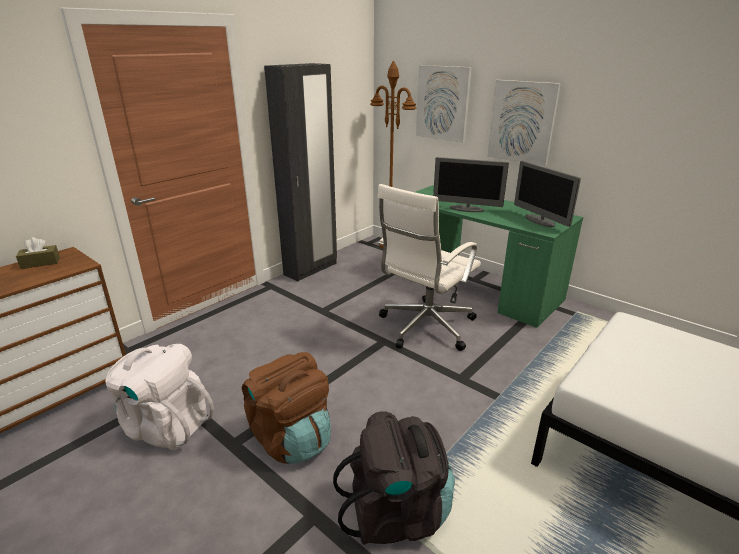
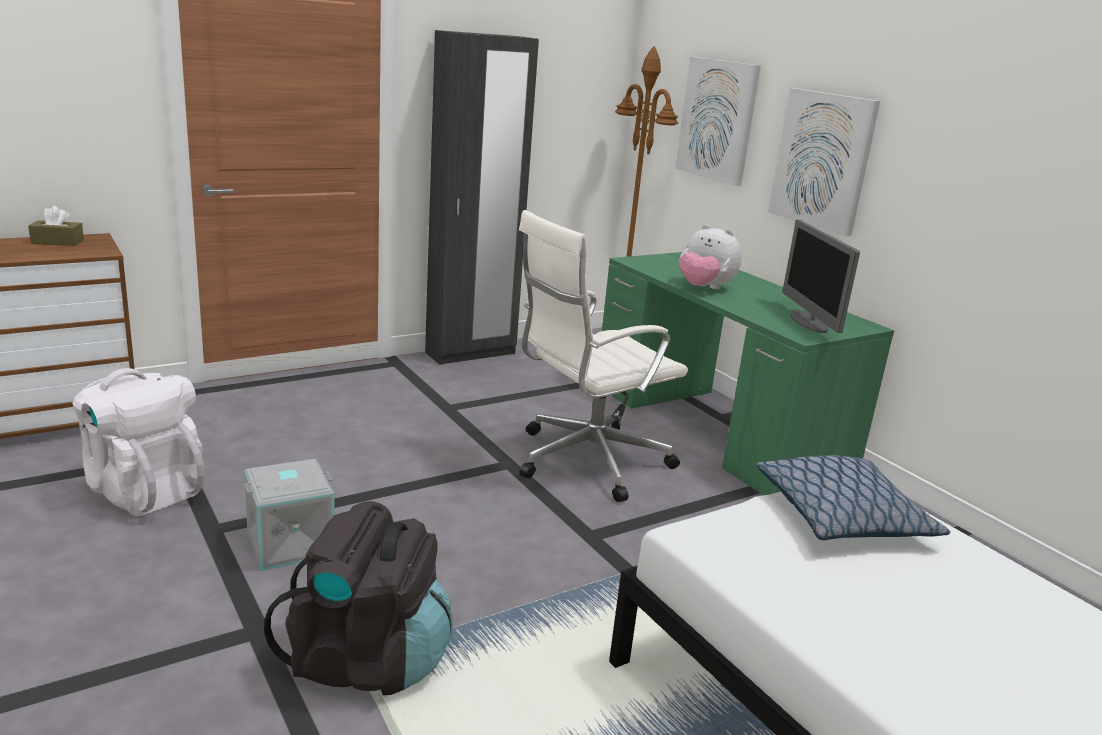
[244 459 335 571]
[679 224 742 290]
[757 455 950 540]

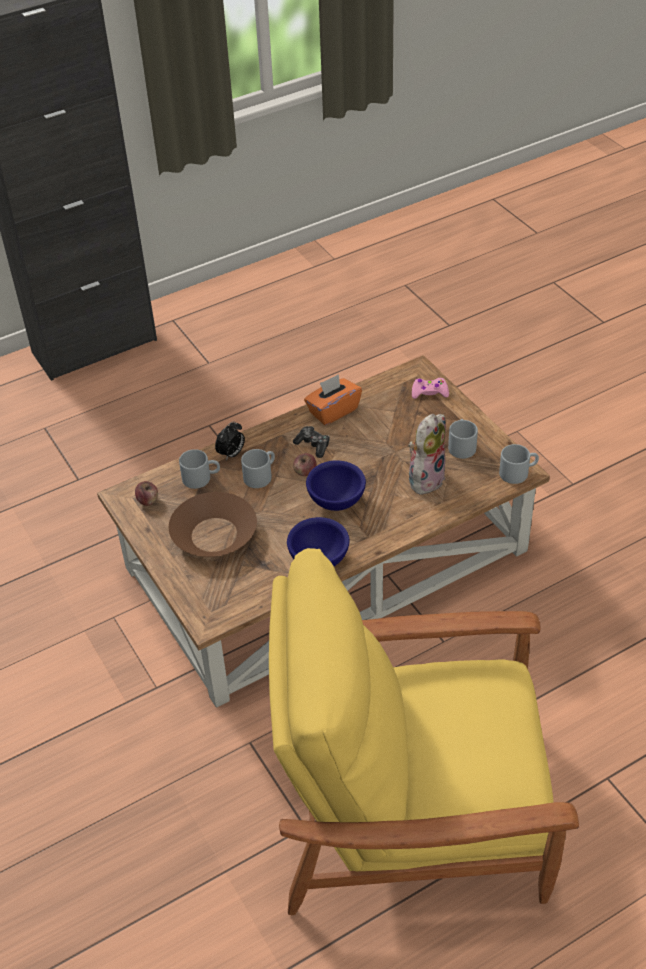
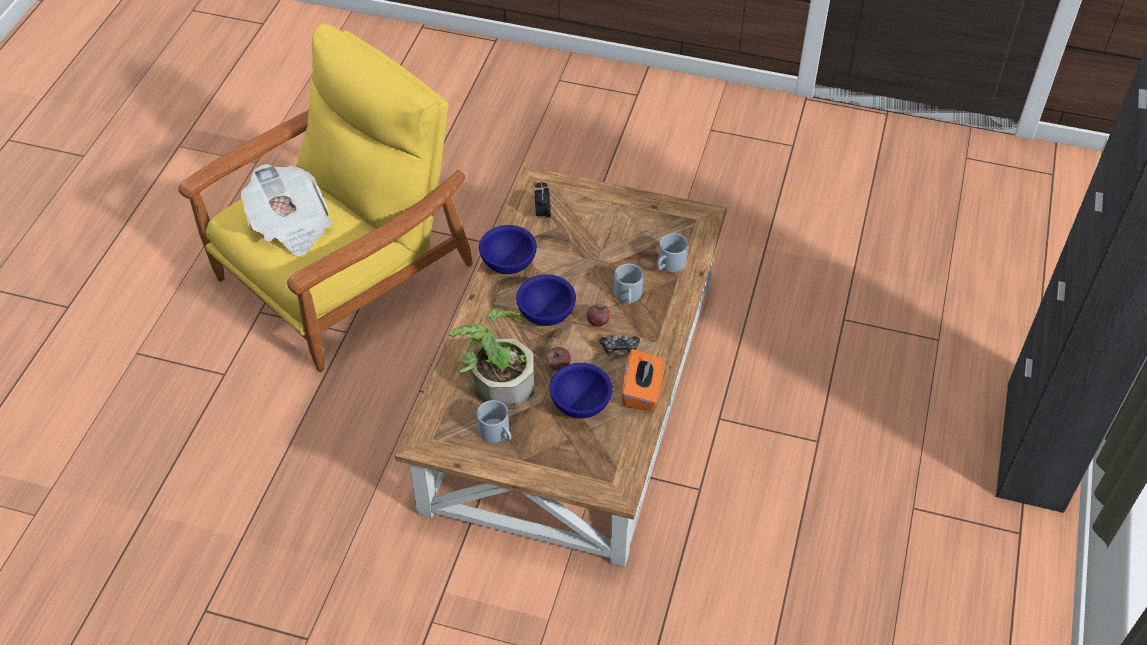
[241 164 333 256]
[450 309 534 409]
[535 181 551 221]
[546 347 571 371]
[550 363 613 419]
[169 492 257 557] (first image)
[412 378 449 399] (first image)
[499 444 539 484] (first image)

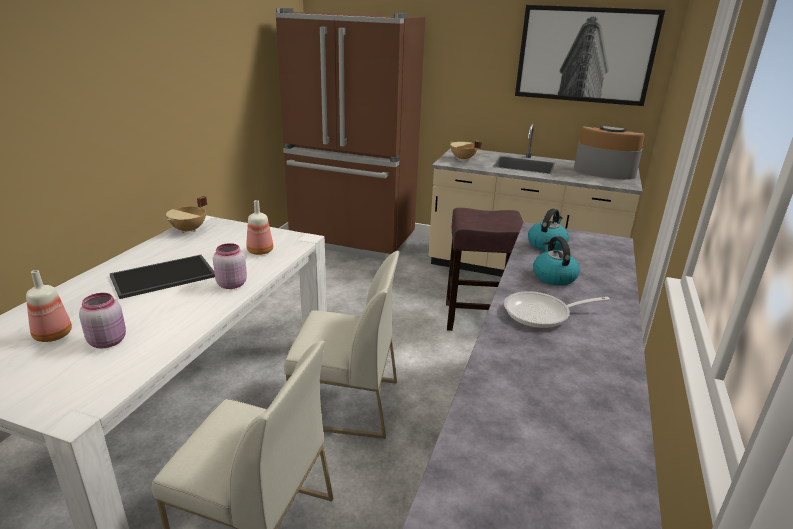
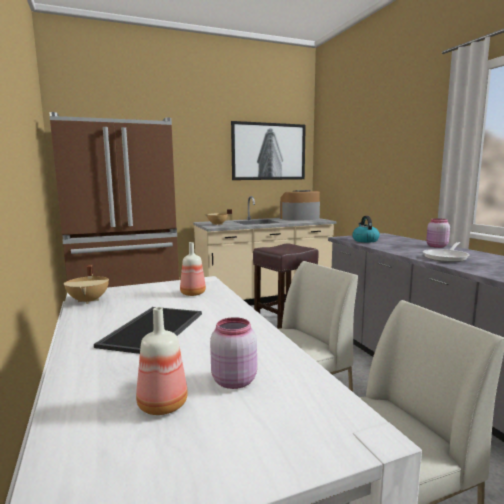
[426 218 450 248]
[533 236 580 286] (first image)

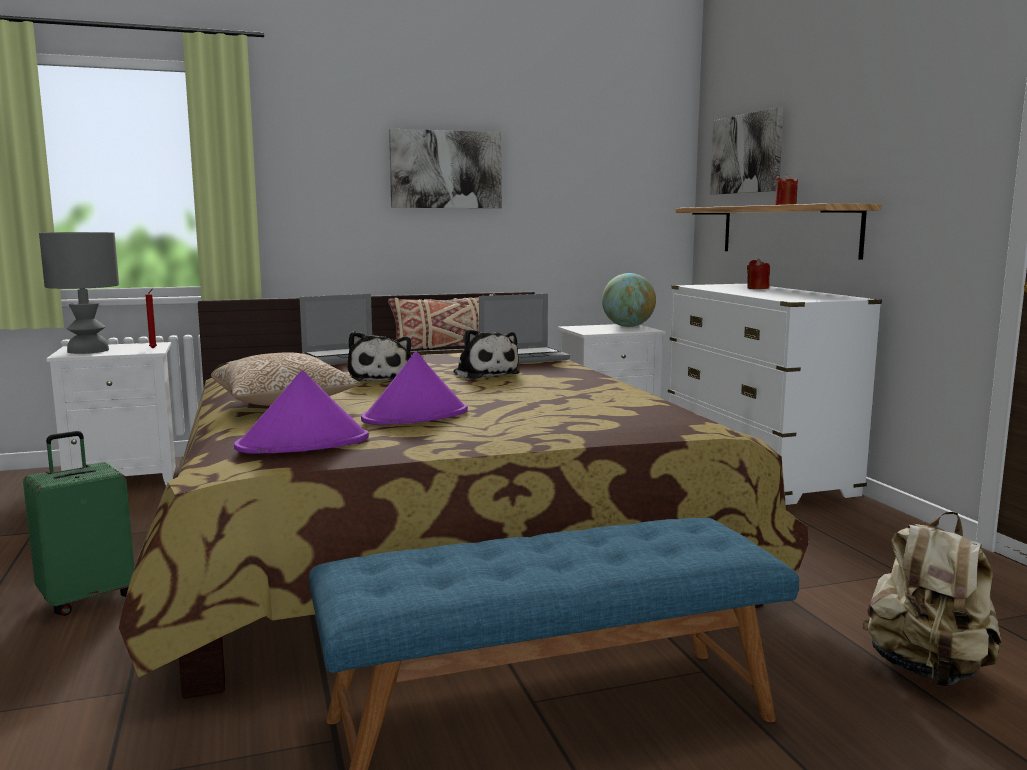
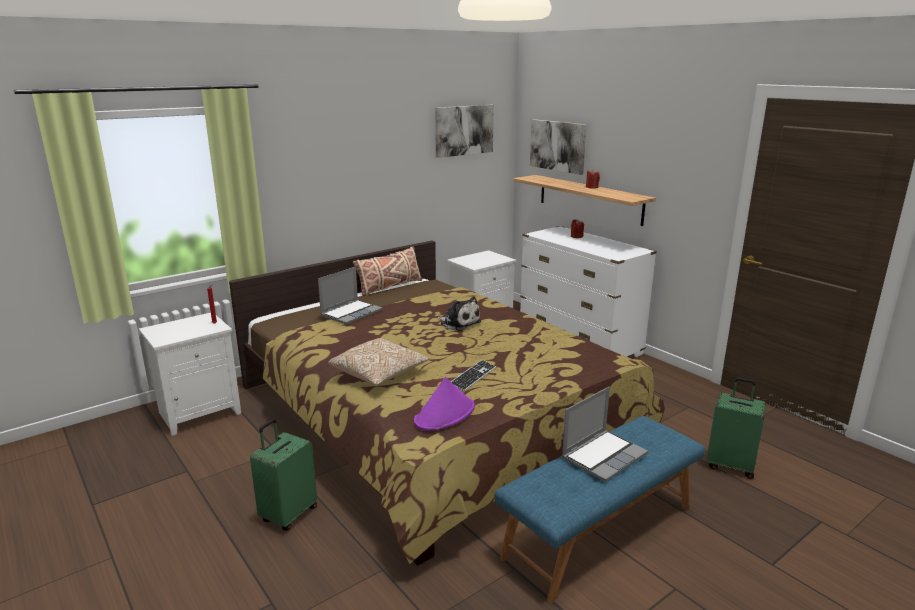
[435 105 494 158]
[451 360 496 391]
[562 386 648 482]
[707 378 766 479]
[39 232 119 354] (first image)
[348 331 411 382] (first image)
[602 273 656 327] (first image)

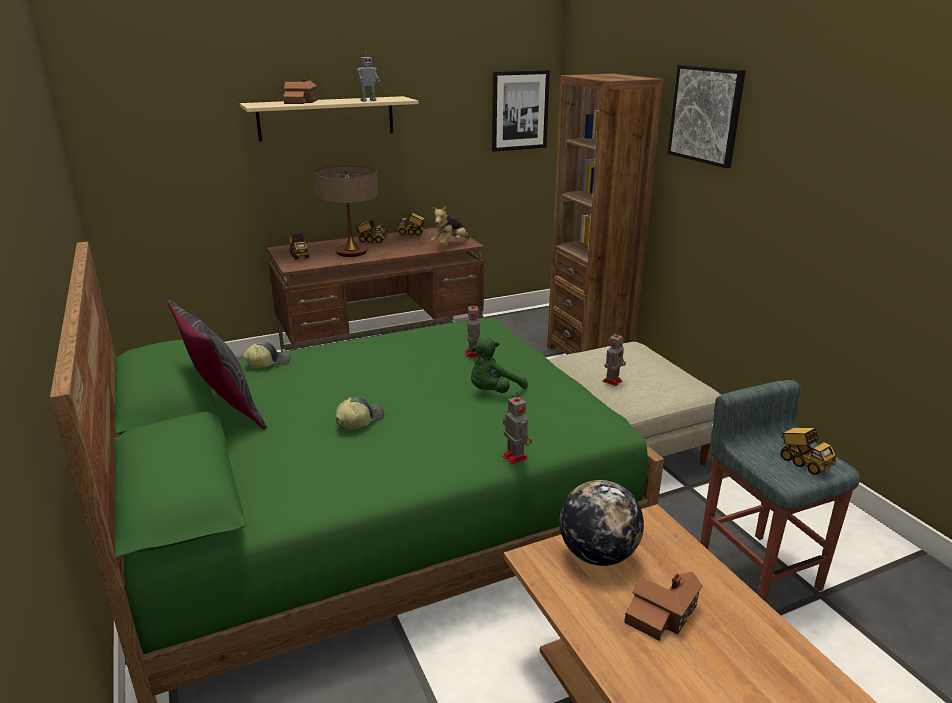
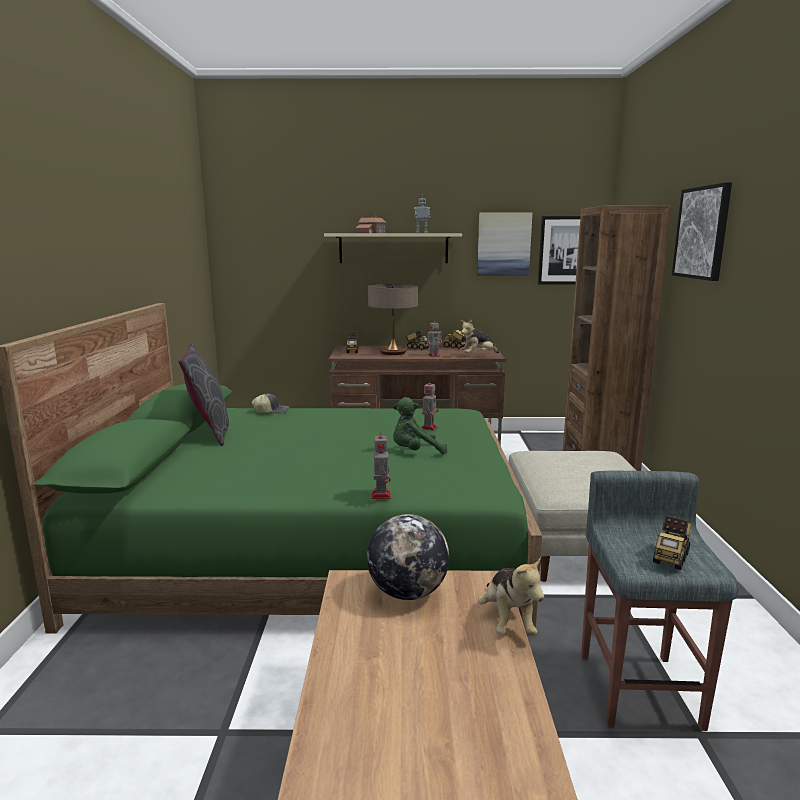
[427 319 443 357]
[477 212 532 276]
[478 557 544 635]
[653 516 691 570]
[336 397 384 430] (first image)
[624 572 703 641] (first image)

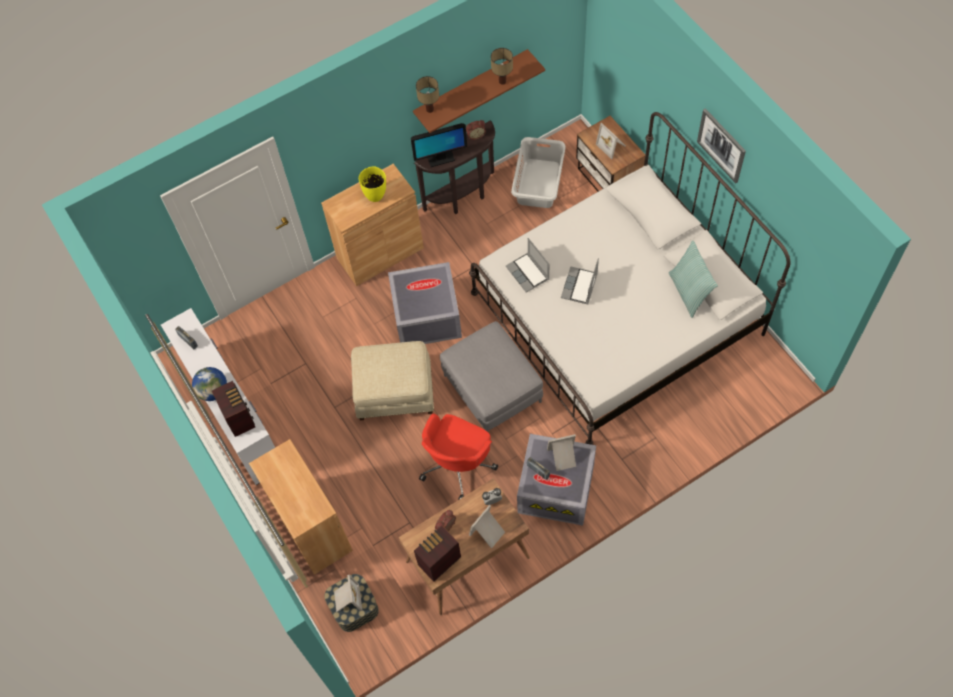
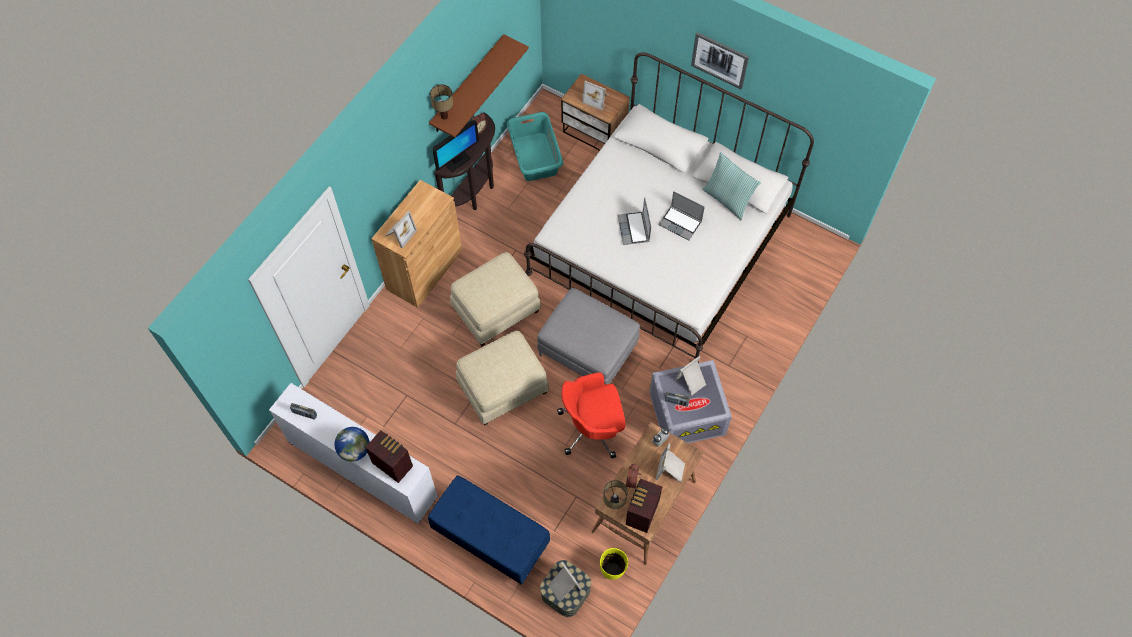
[386 211 417 249]
[428 475 550 584]
[450 252 541 346]
[507 112 563 181]
[557 373 625 458]
[600 548 628 580]
[603 480 628 509]
[658 191 705 241]

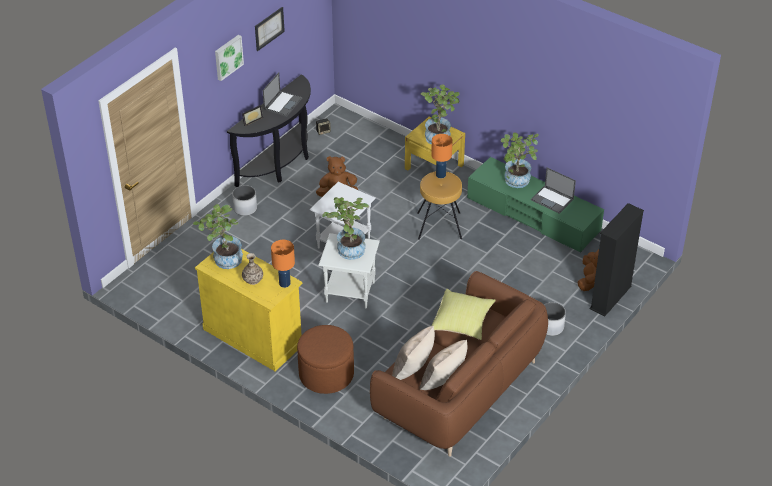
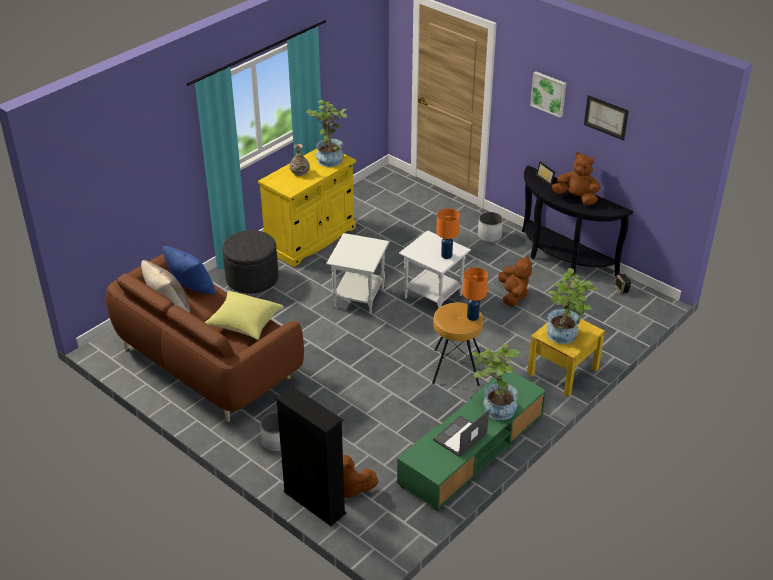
[163 246 215 294]
[222 230 278 294]
[436 208 460 259]
[552 152 600 206]
[322 197 369 260] (first image)

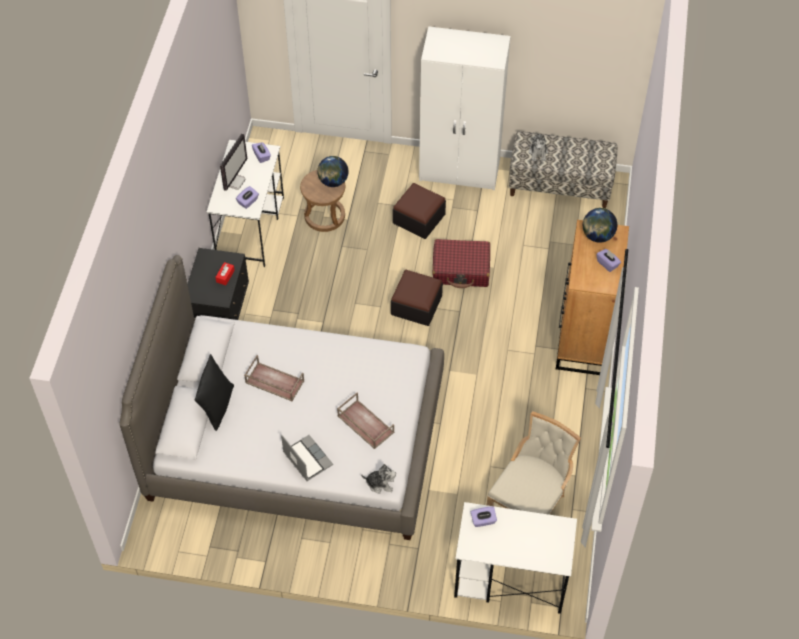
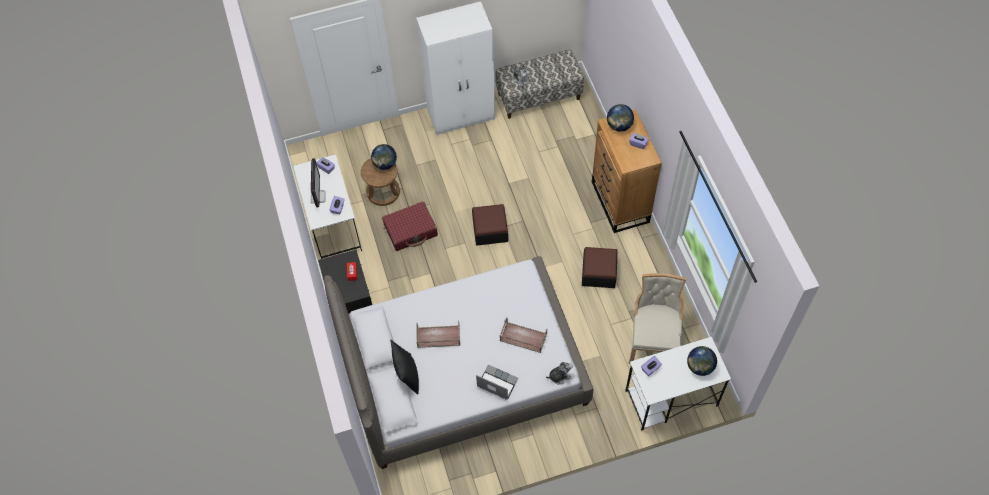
[382 201 438 251]
[582 247 618 288]
[687 346 717 376]

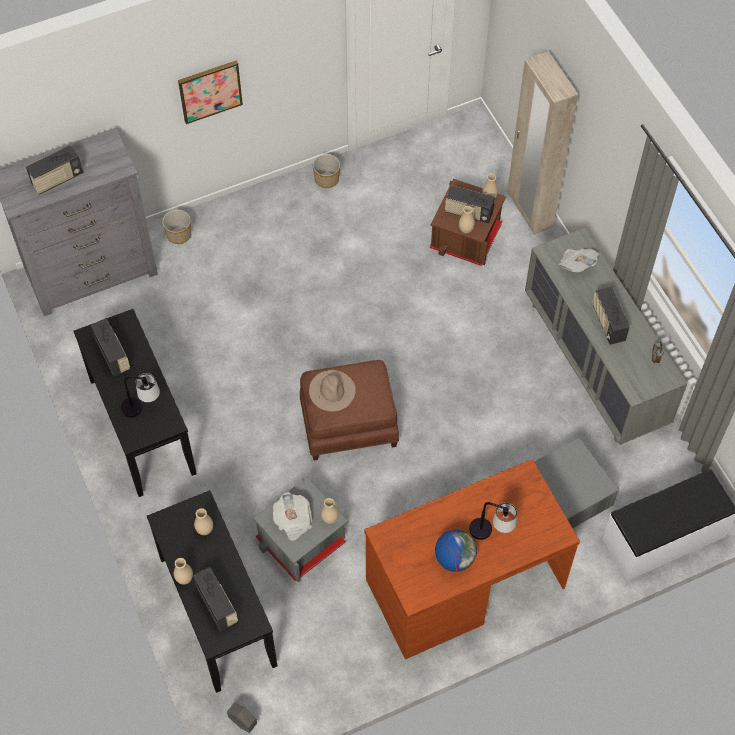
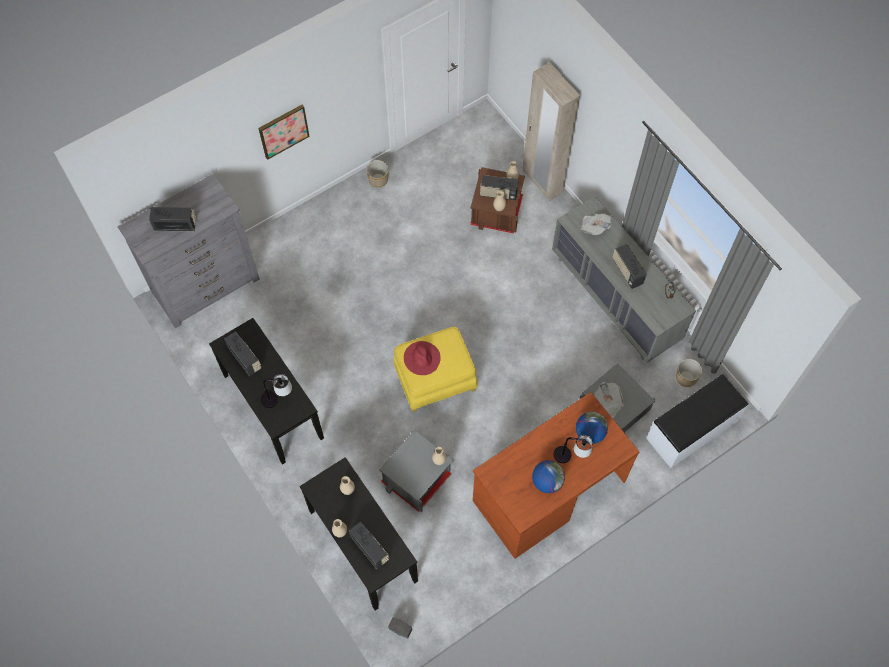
[149 207 196 231]
[394 327 478 412]
[404 341 441 375]
[576 412 608 444]
[594 382 624 418]
[676 359 702 387]

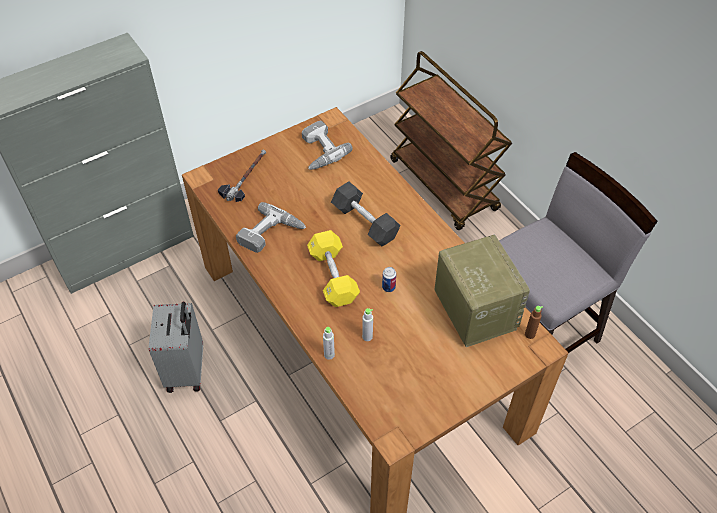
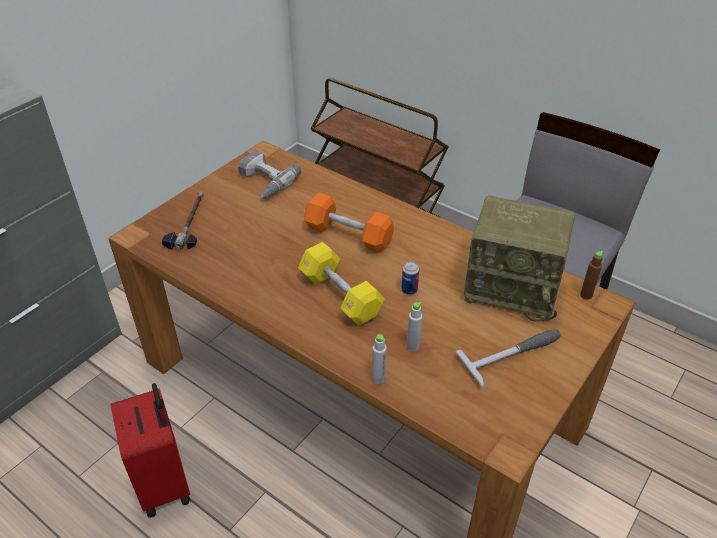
[111 383 190 518]
[304 192 394 253]
[456 329 560 388]
[464 196 575 322]
[236 202 306 253] (first image)

